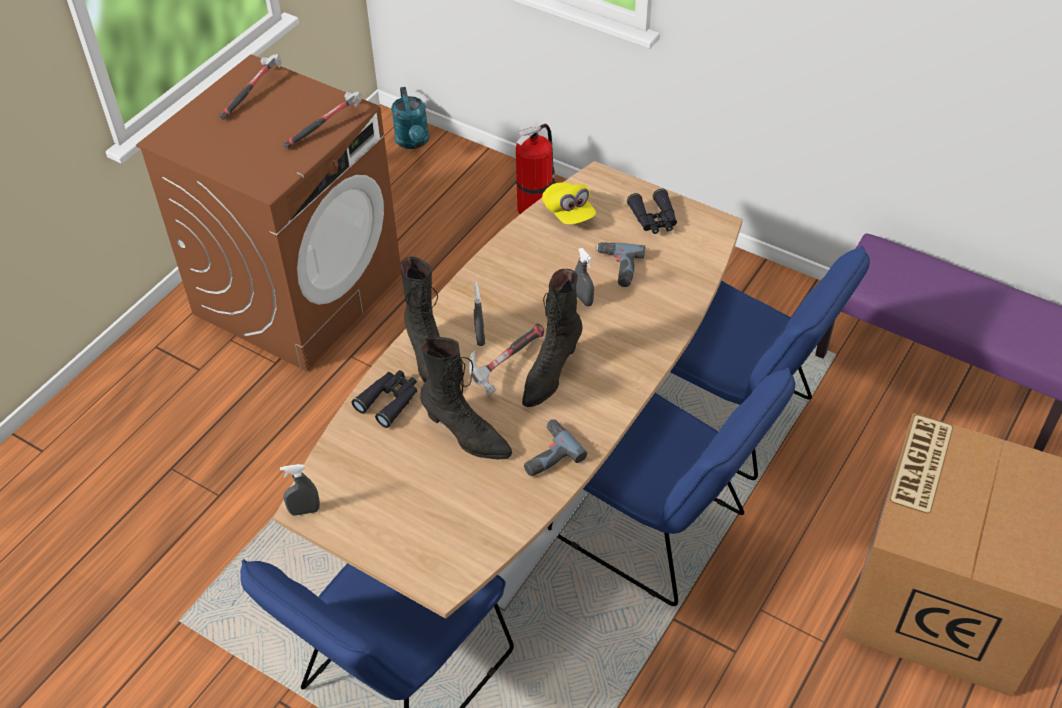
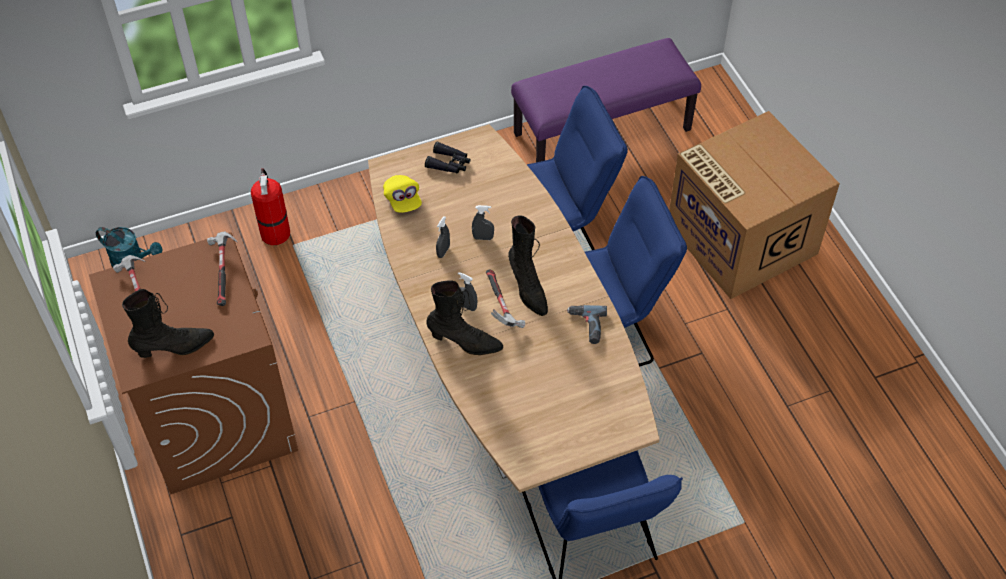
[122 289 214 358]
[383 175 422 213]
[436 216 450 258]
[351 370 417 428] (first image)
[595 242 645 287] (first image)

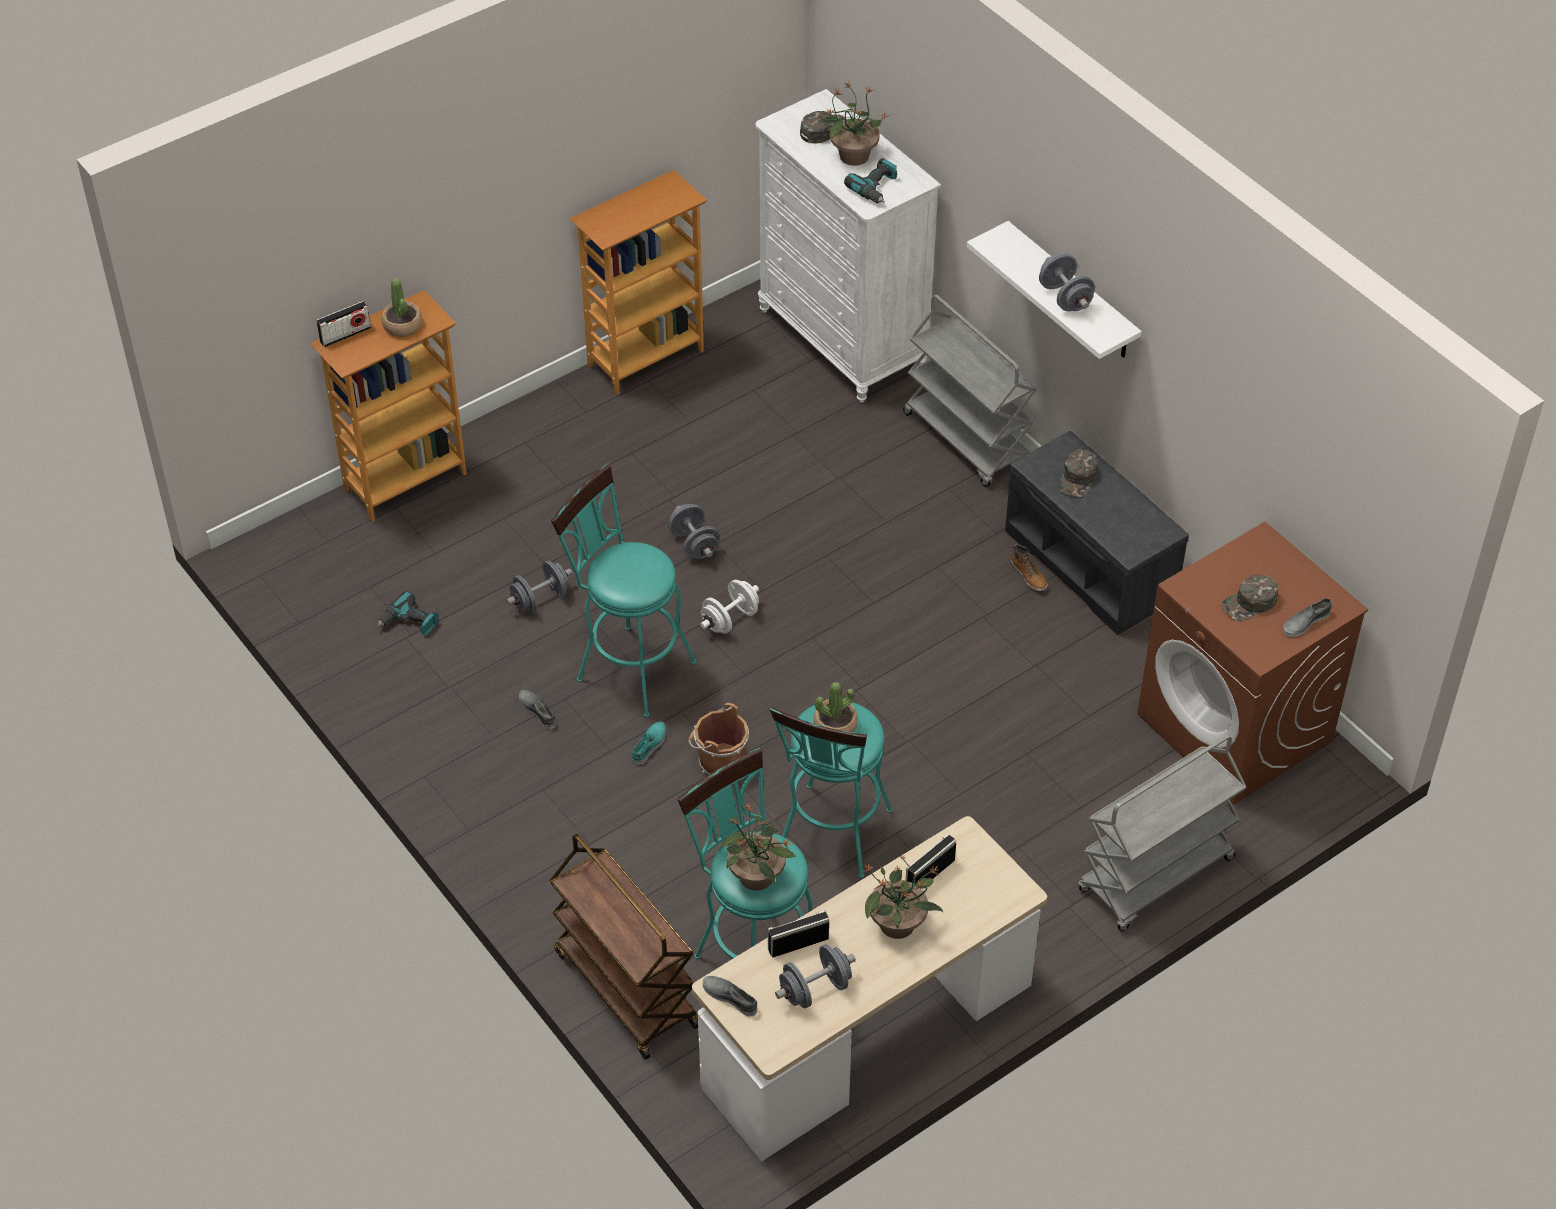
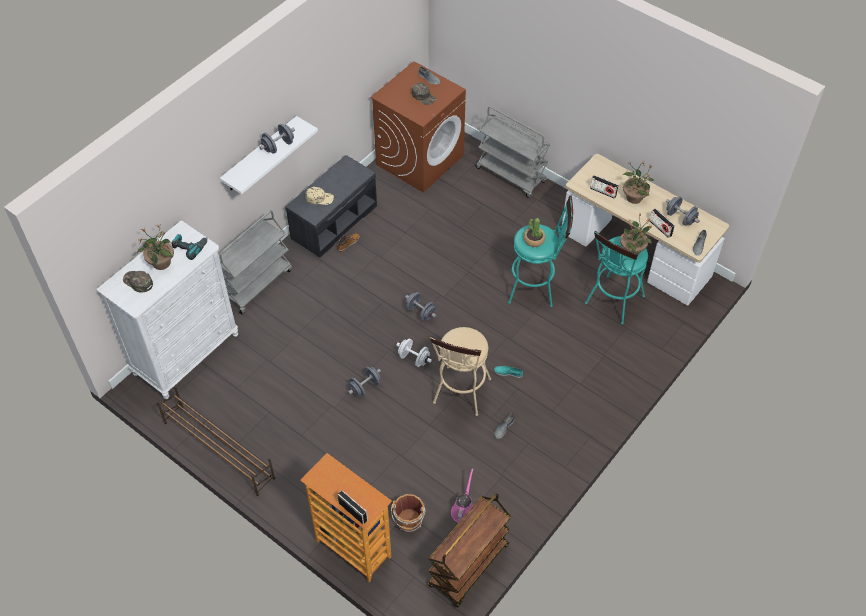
[157 386 275 496]
[305 187 334 205]
[391 494 425 532]
[405 292 436 321]
[428 493 511 608]
[429 327 491 416]
[451 469 473 523]
[382 278 422 337] (first image)

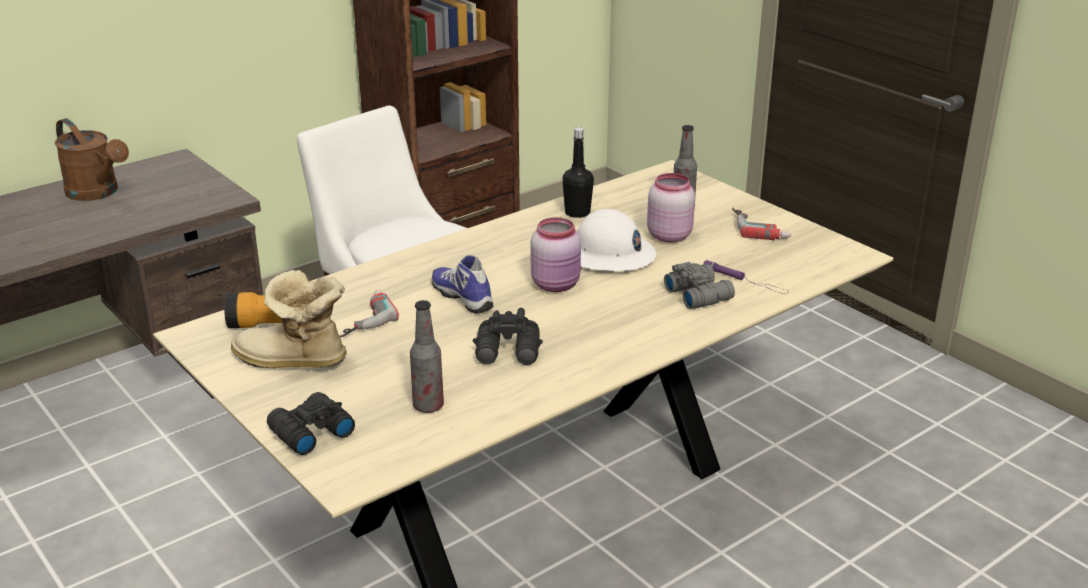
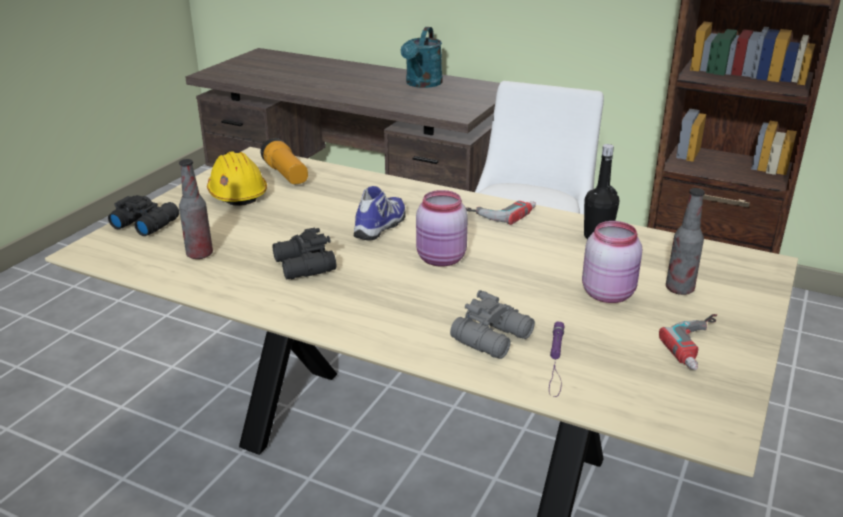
[207 151 267 206]
[401 27 443 88]
[466 201 536 225]
[577 209 656 271] (first image)

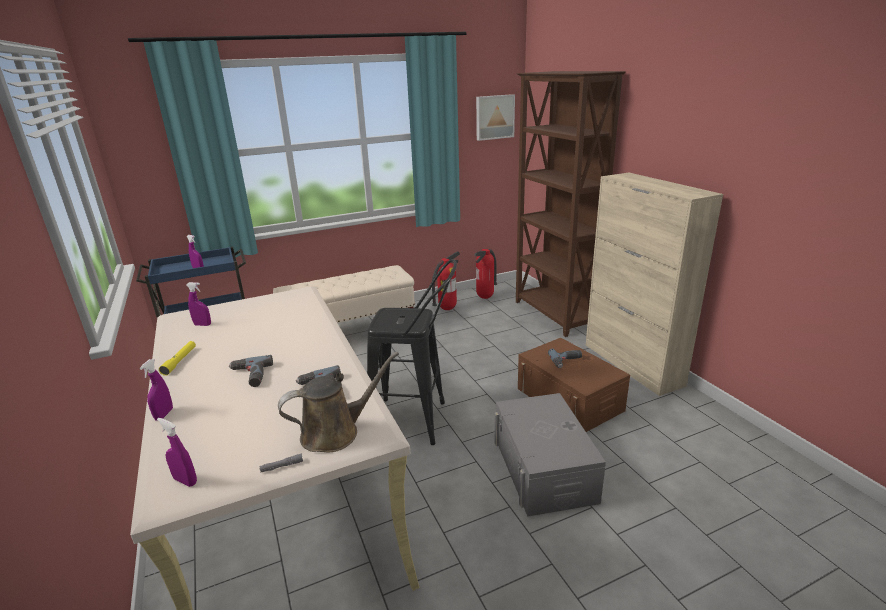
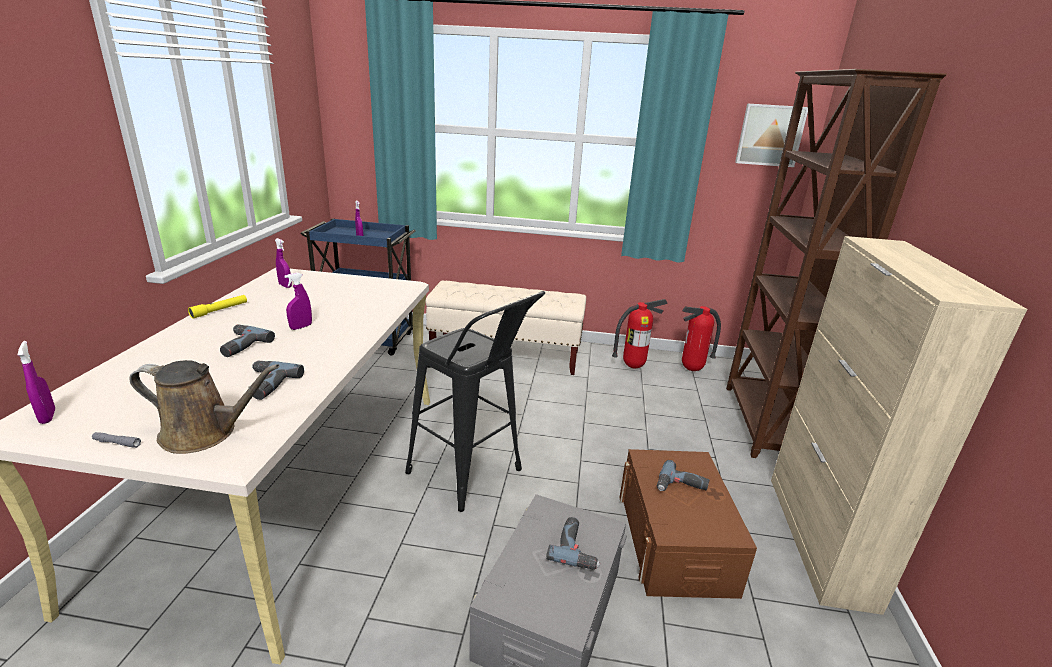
[284 272 312 330]
[546 517 600 570]

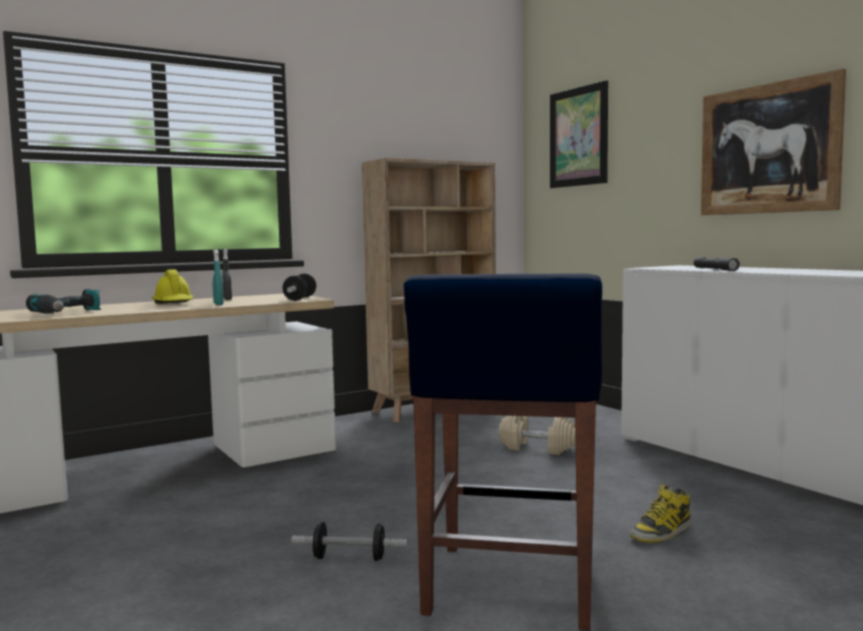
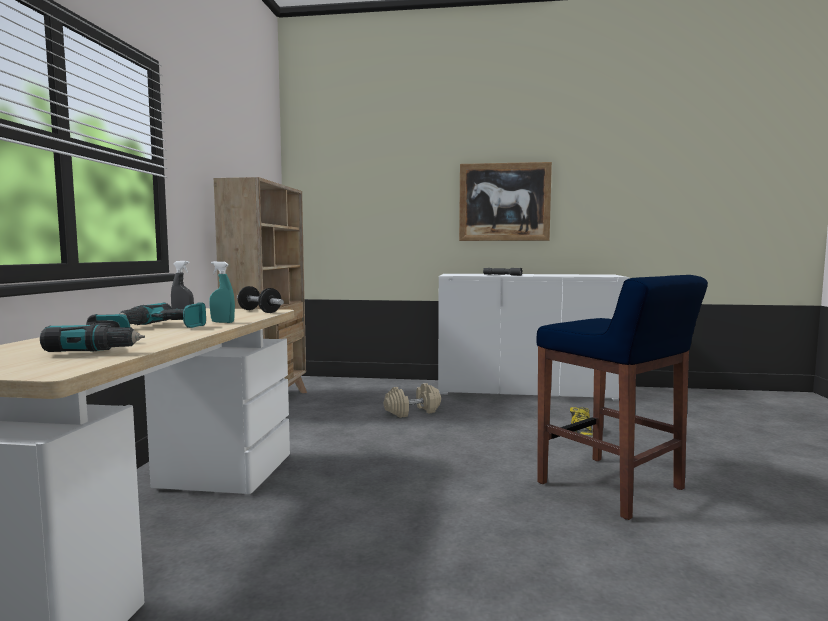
[119 303 206 328]
[292 522 407 561] (first image)
[550 80 608 188] (first image)

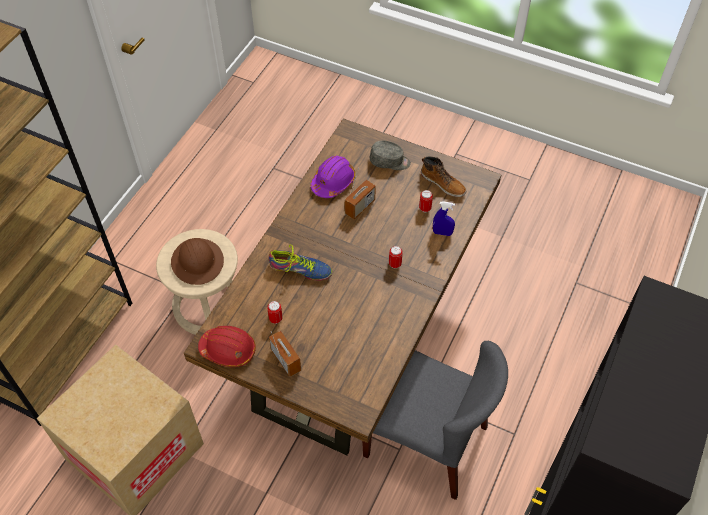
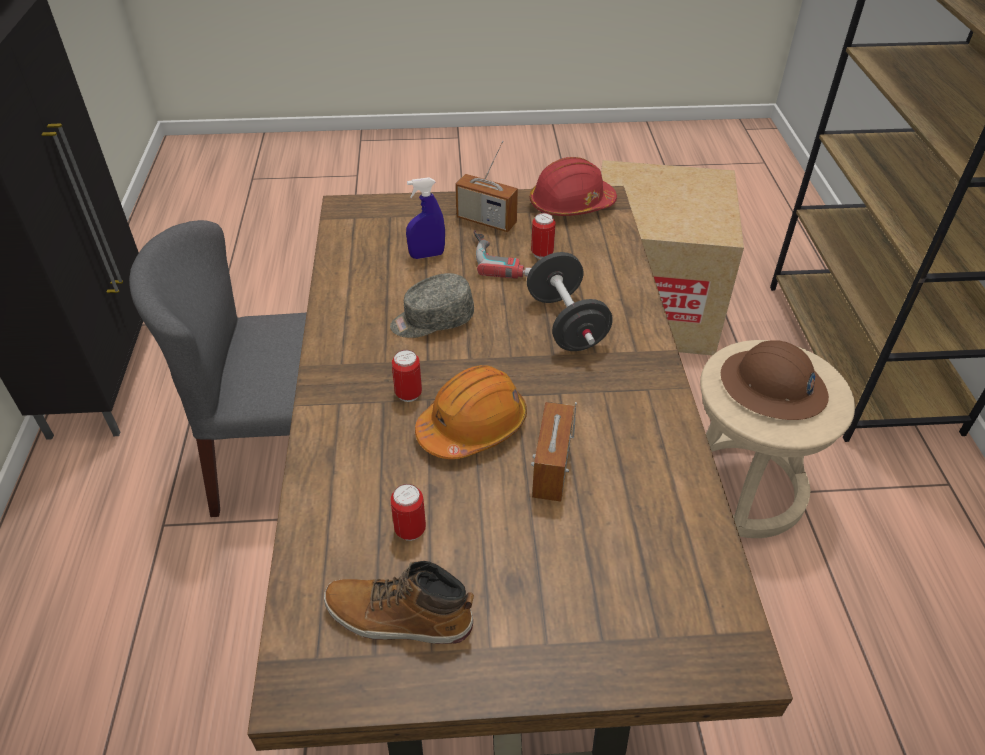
[390 273 474 338]
[406 177 445 259]
[415 365 527 459]
[473 230 531 279]
[527 252 613 351]
[311 156 355 198] (first image)

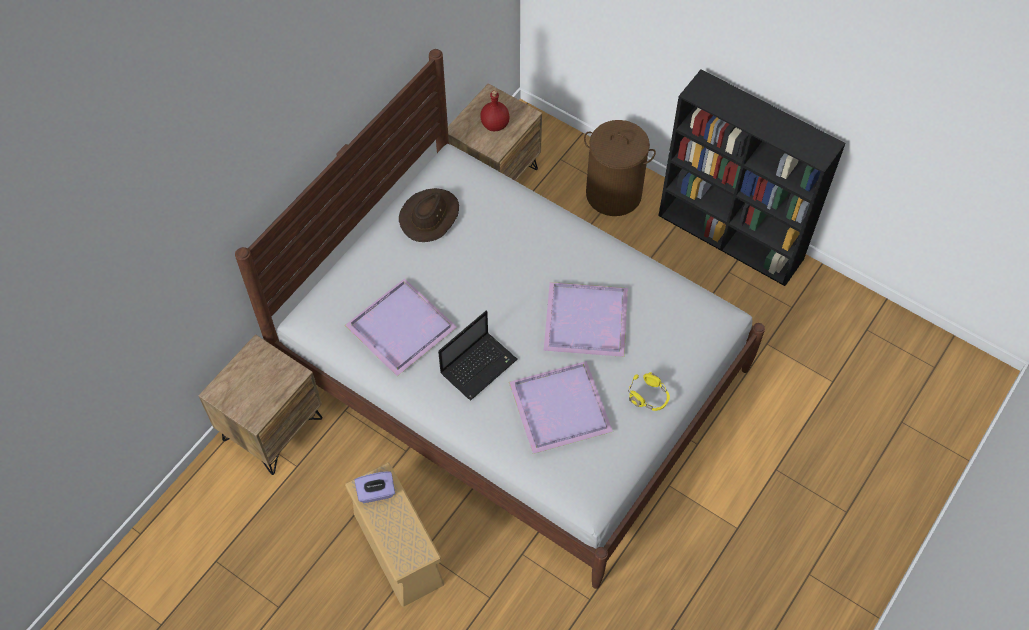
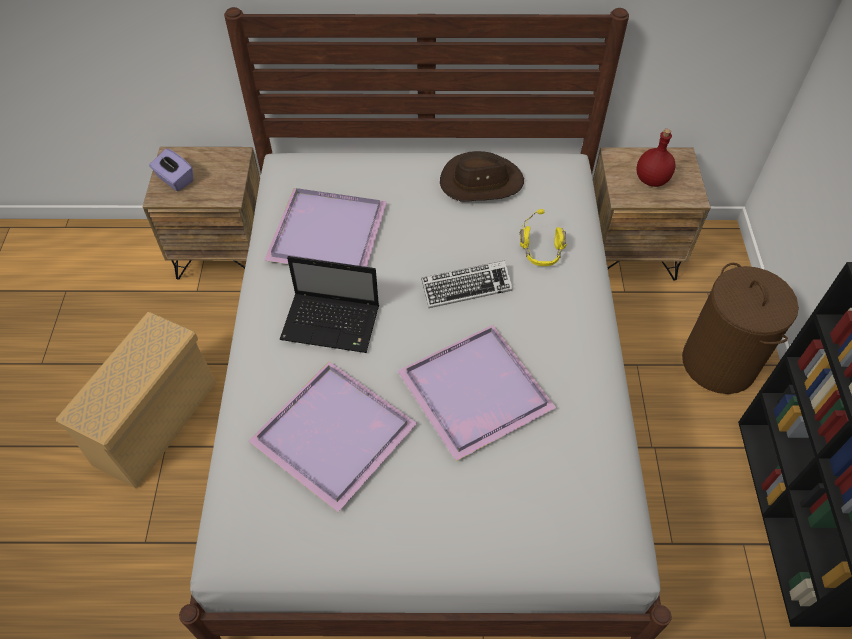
[149 149 193 191]
[421 260 513 308]
[520 209 567 266]

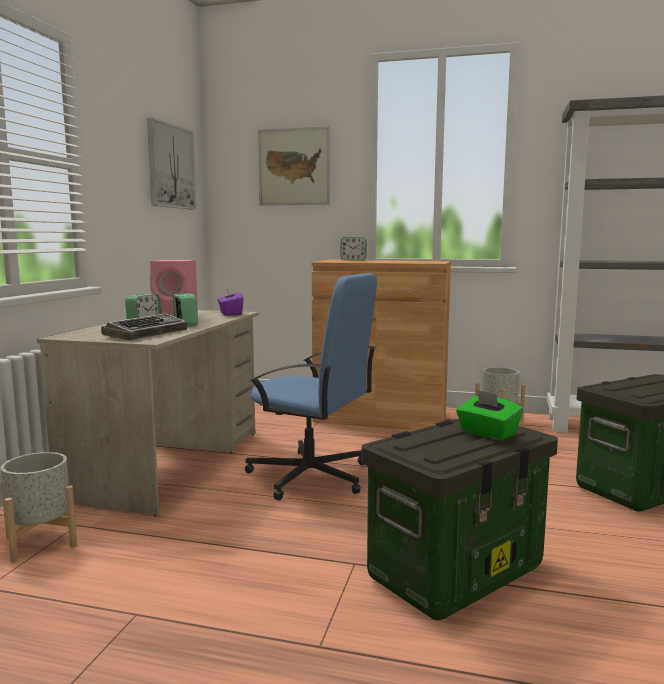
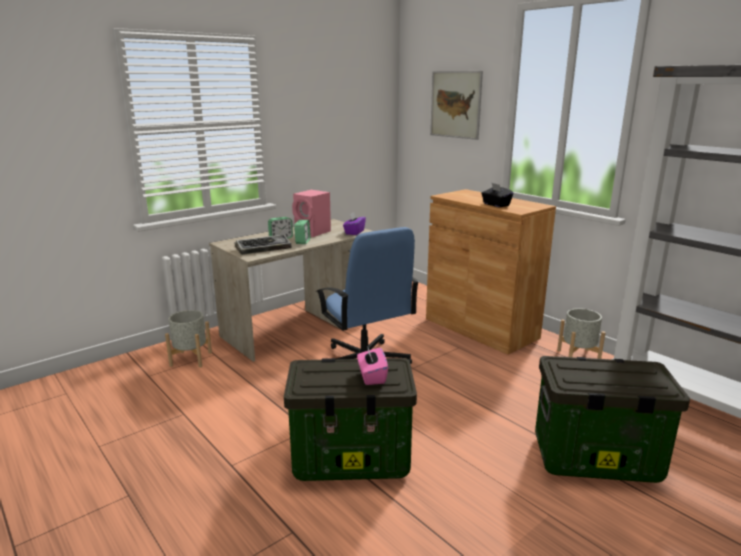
[357 346 388 385]
[481 183 513 207]
[147 117 196 210] (first image)
[341 237 367 260] (first image)

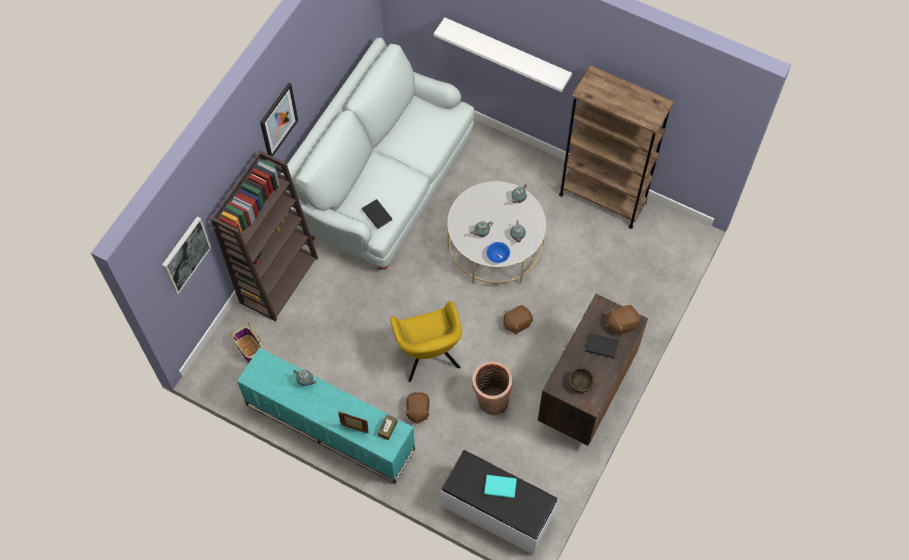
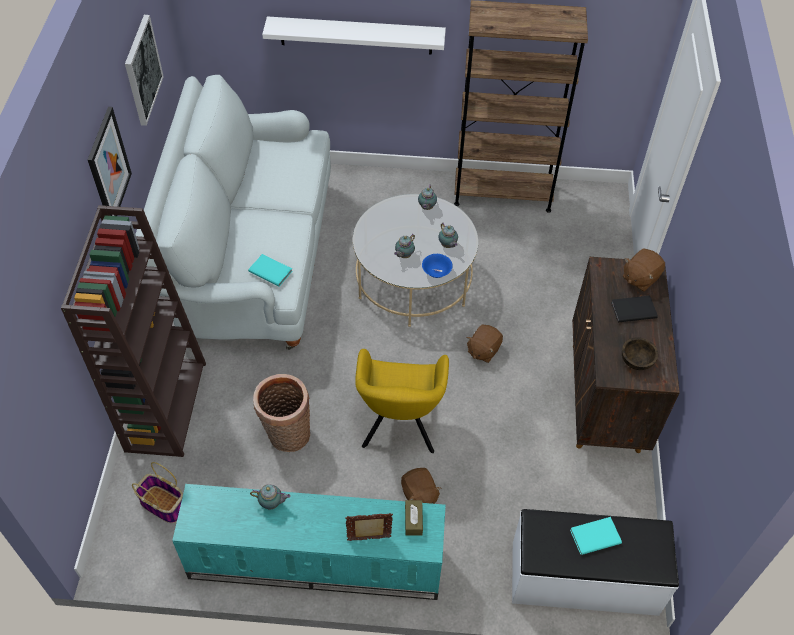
[125 15 164 126]
[248 254 292 287]
[253 374 310 452]
[355 349 449 453]

